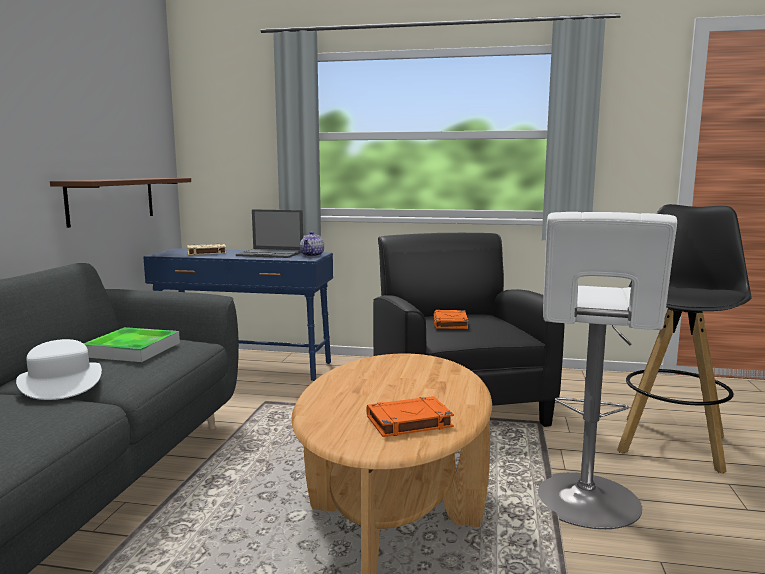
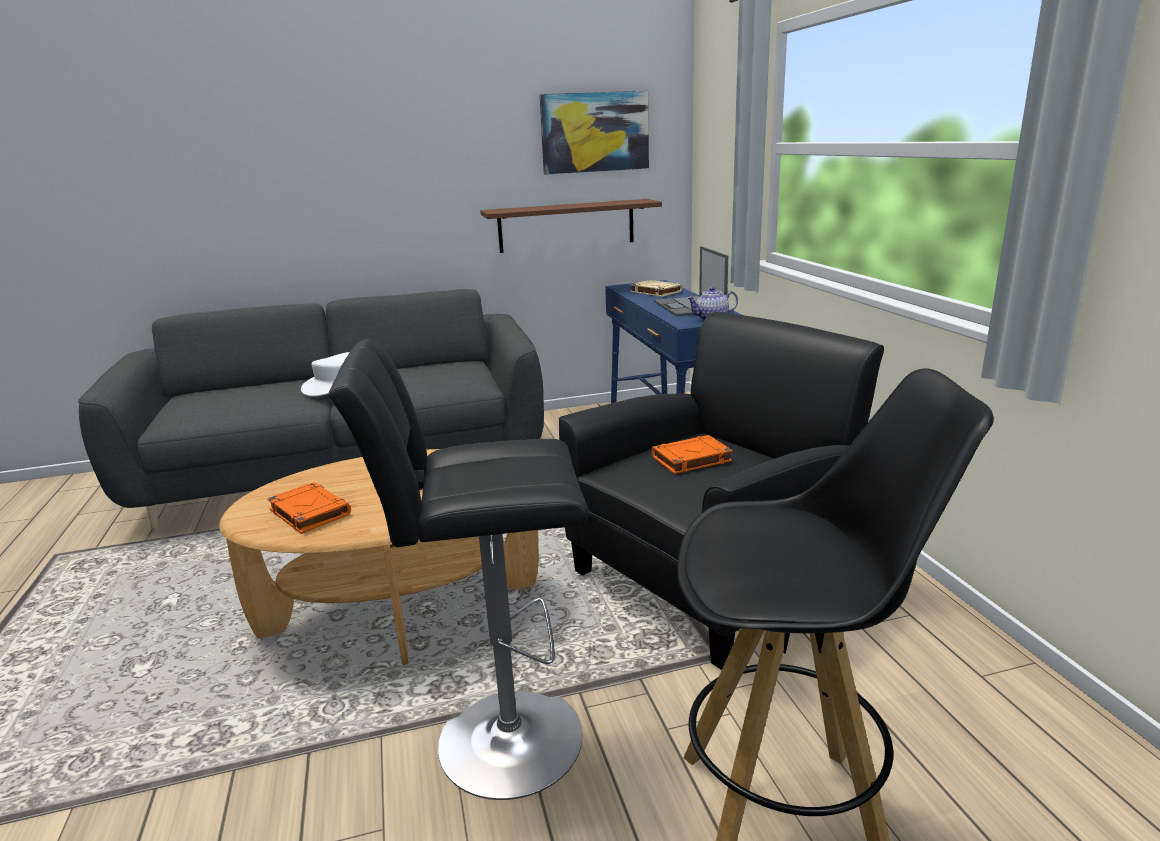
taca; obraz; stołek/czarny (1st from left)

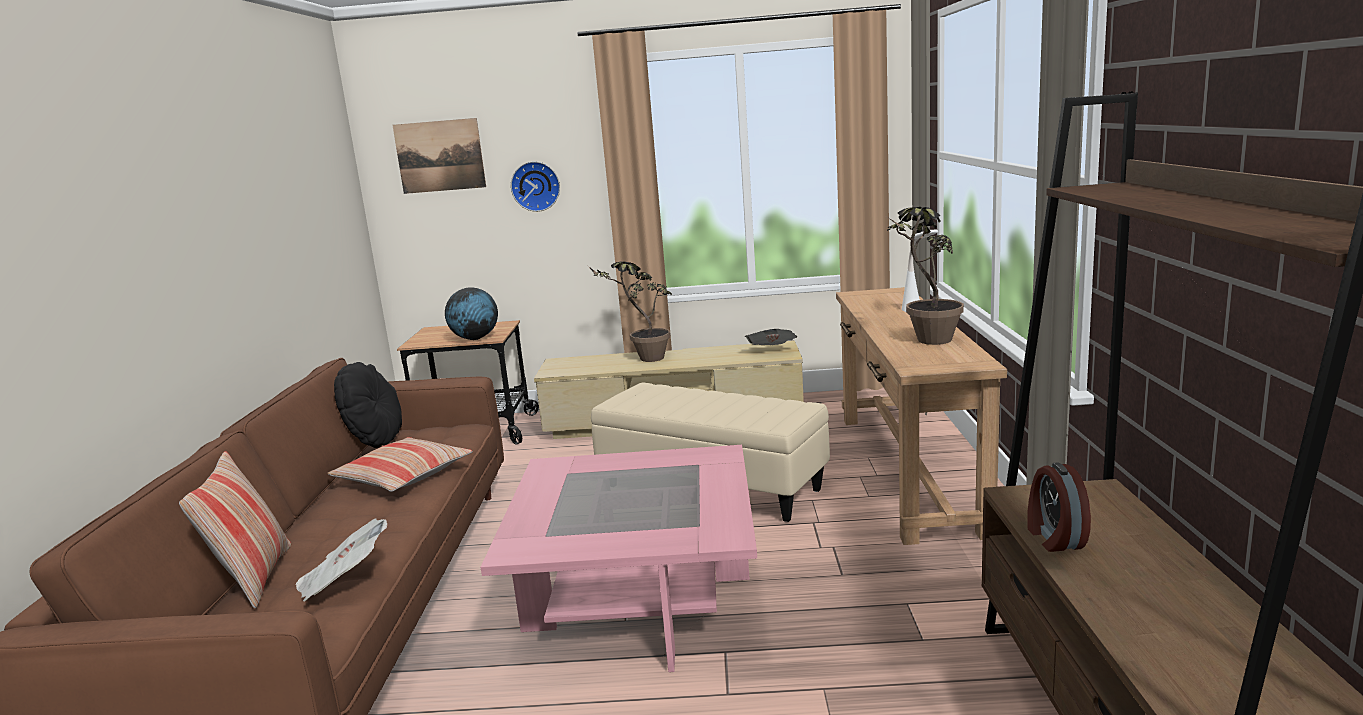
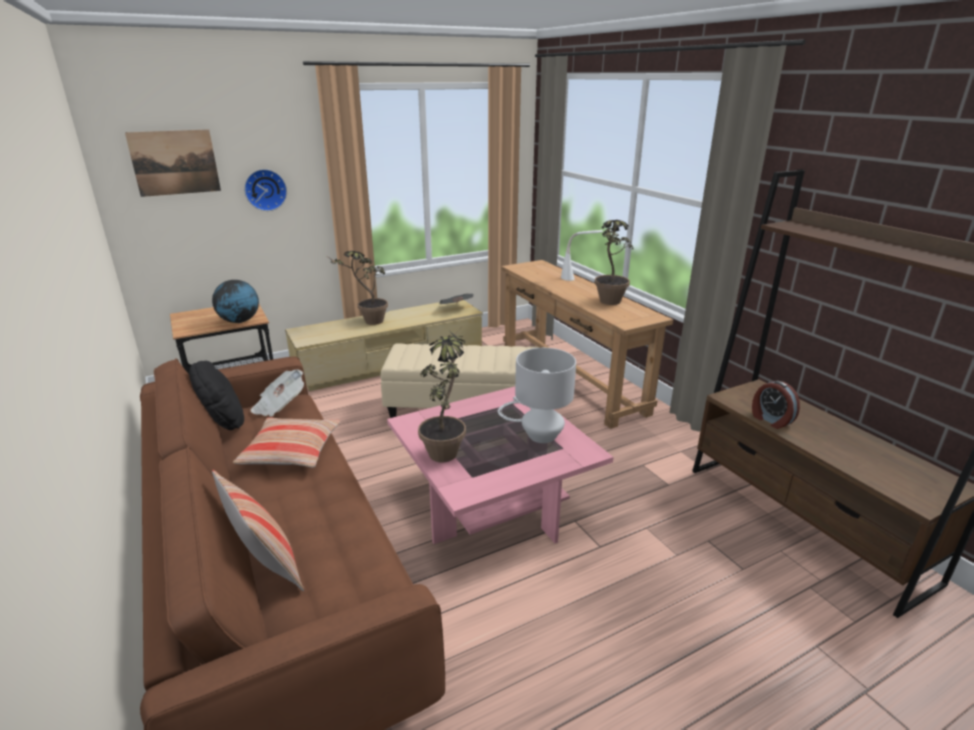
roślina doniczkowa (2nd from left); lampa stołowa/biały (1st from left); gazeta (1st from left)

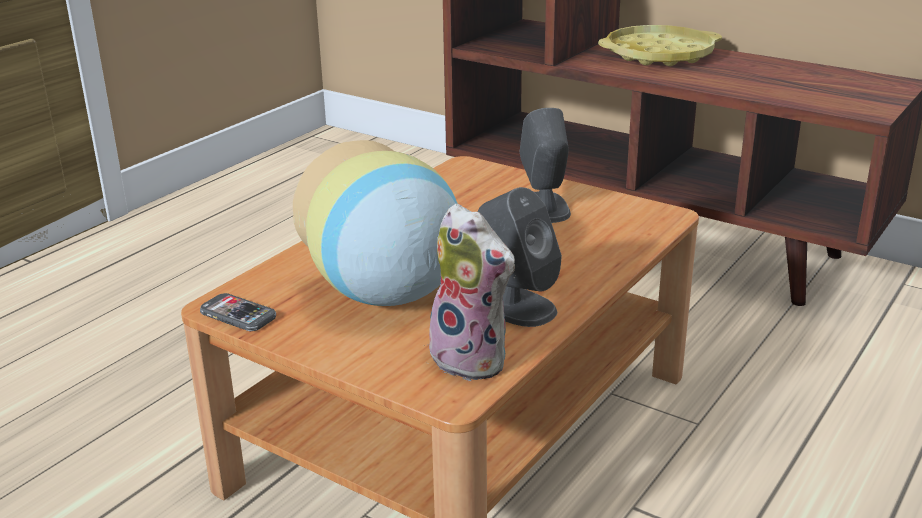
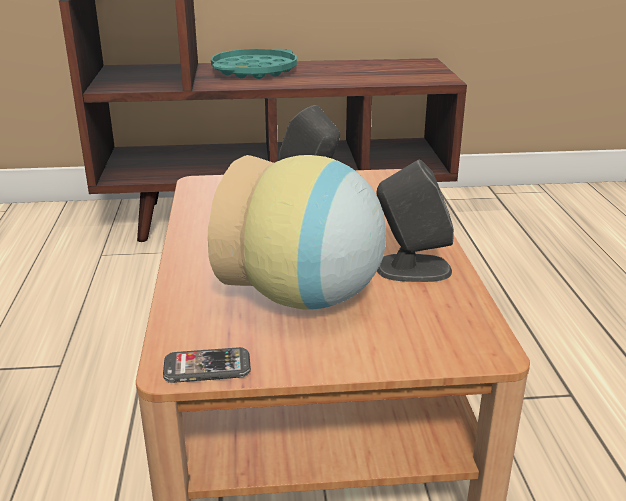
pluszak; taca/turkusowy

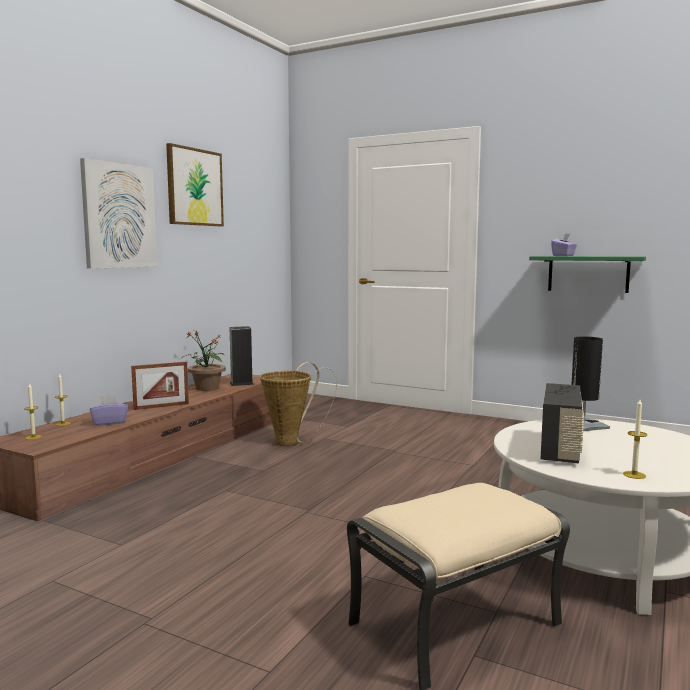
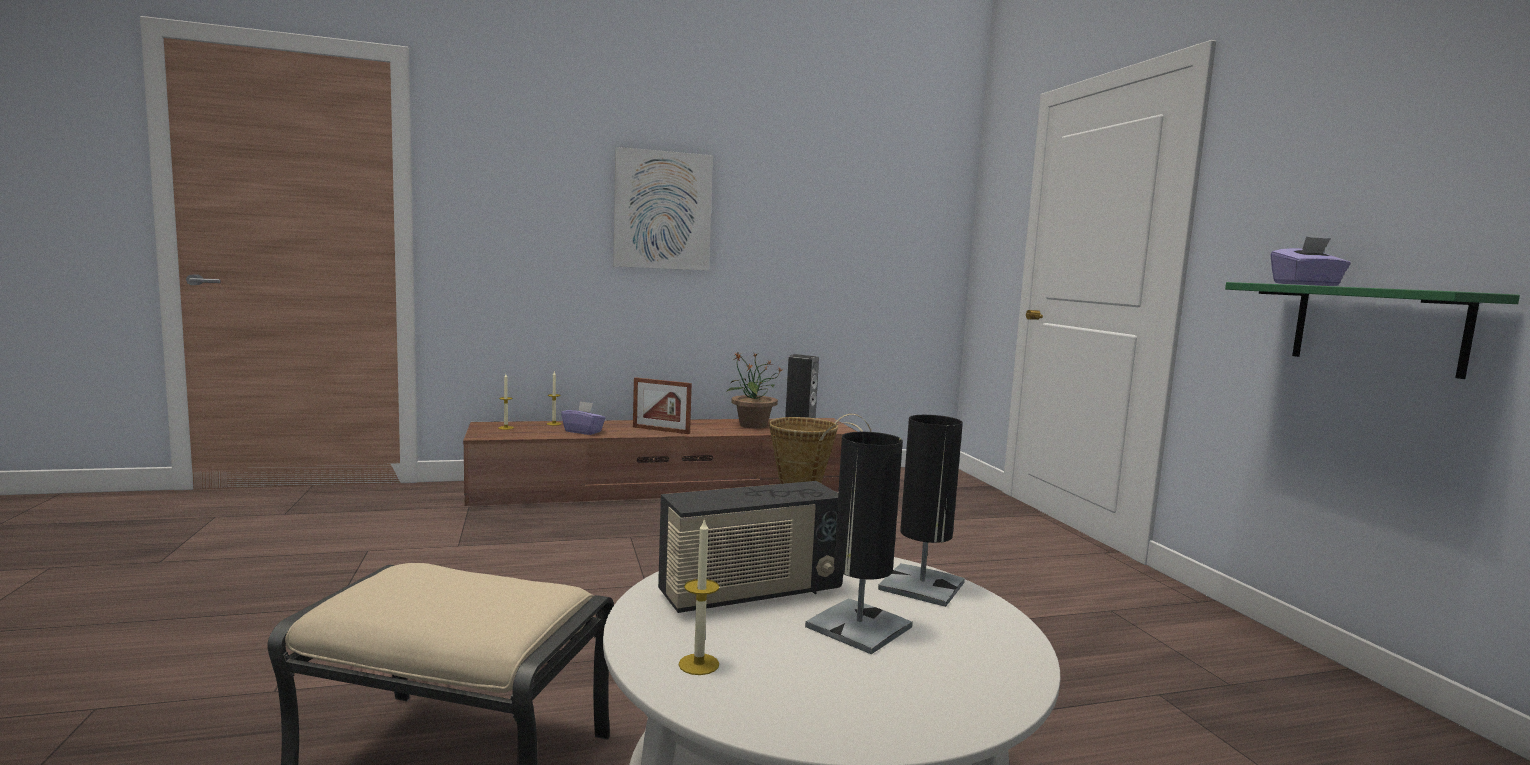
obraz (2nd from left in the first image); lampa stołowa/czarny (1st from left)

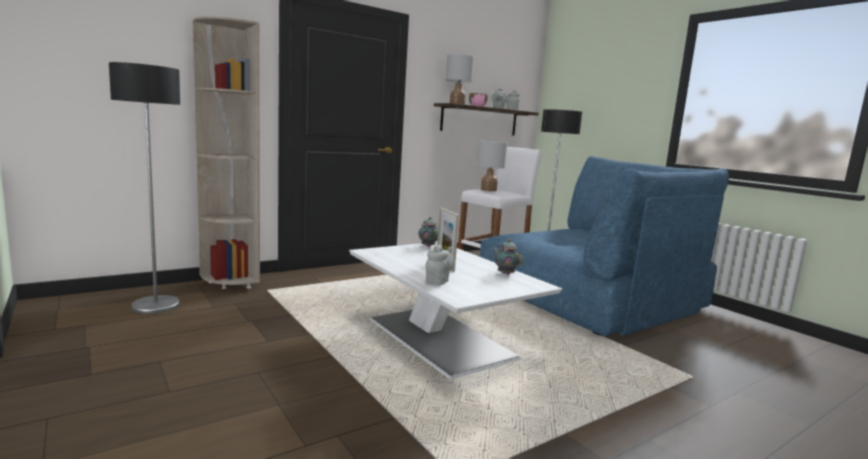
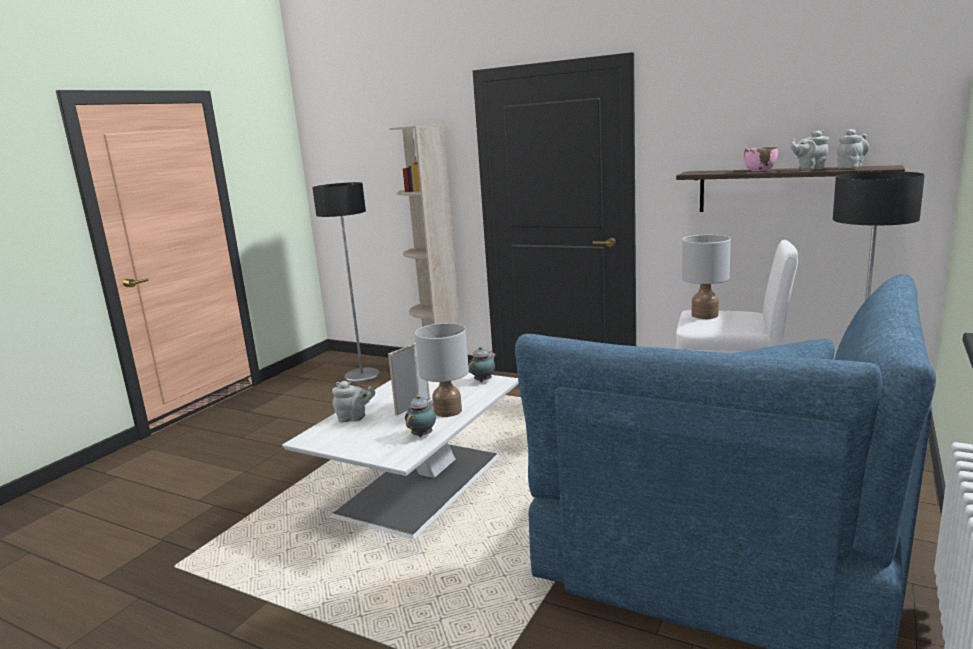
lampa stołowa/szary (1st from left)

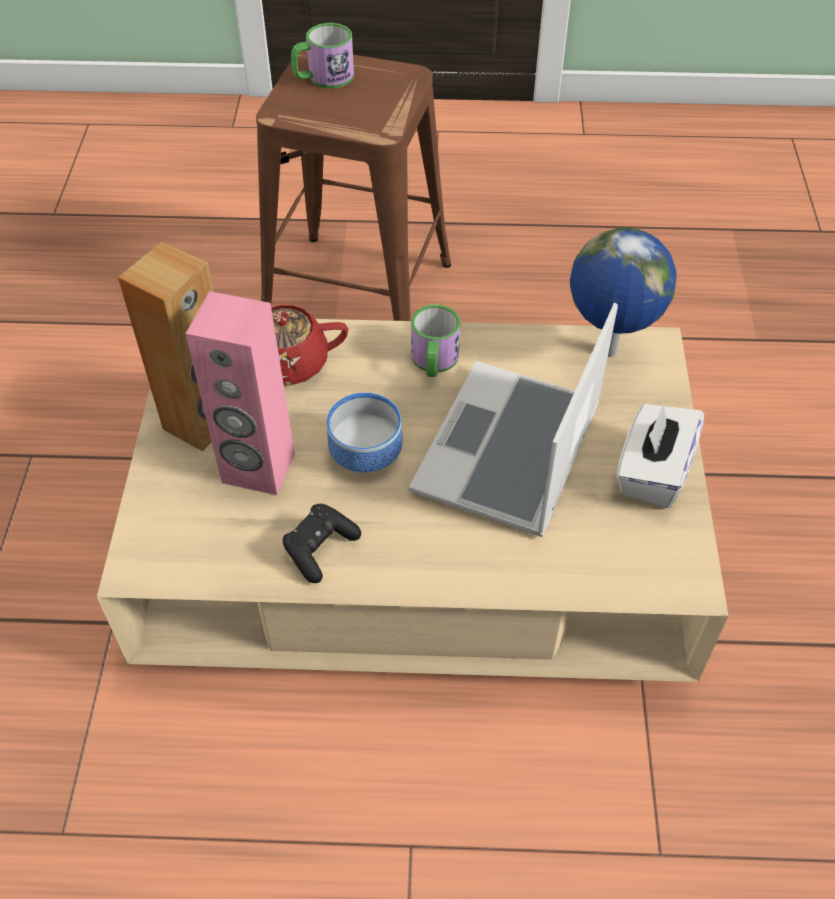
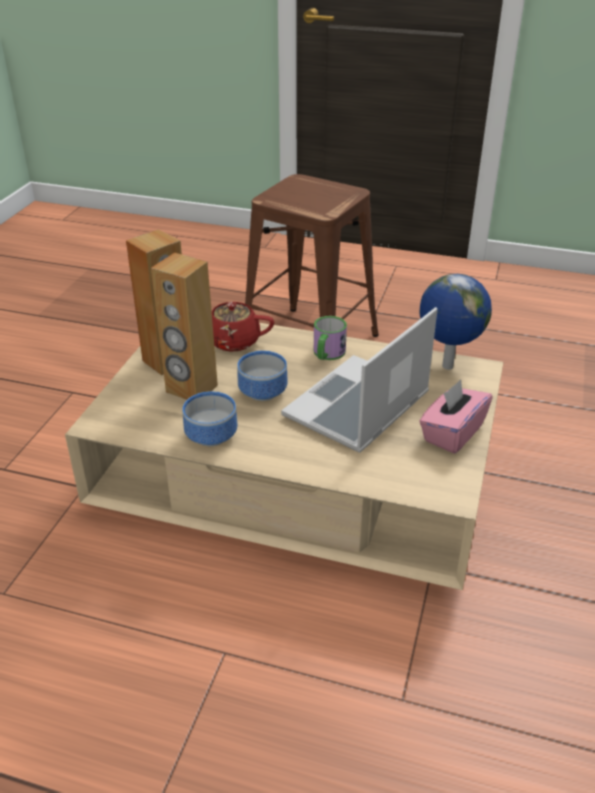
kubek (1st from left in the first image); miska (1st from left); głośnik/brązowy (2nd from left); pudełko chusteczek/różowy

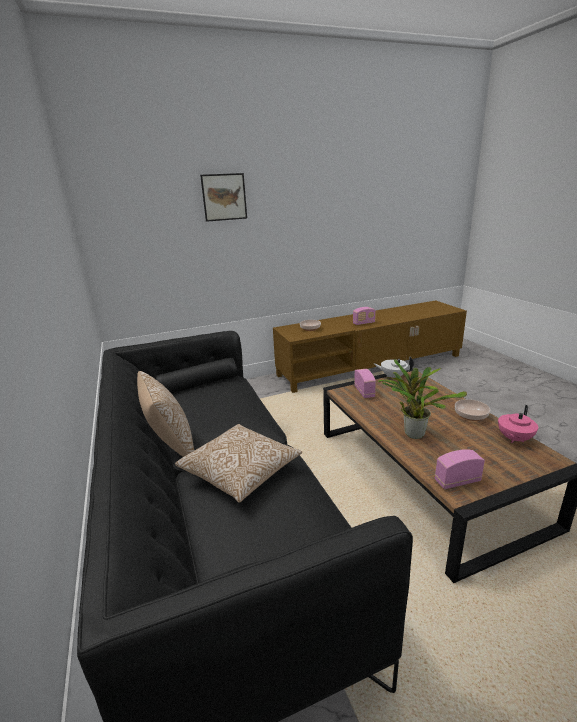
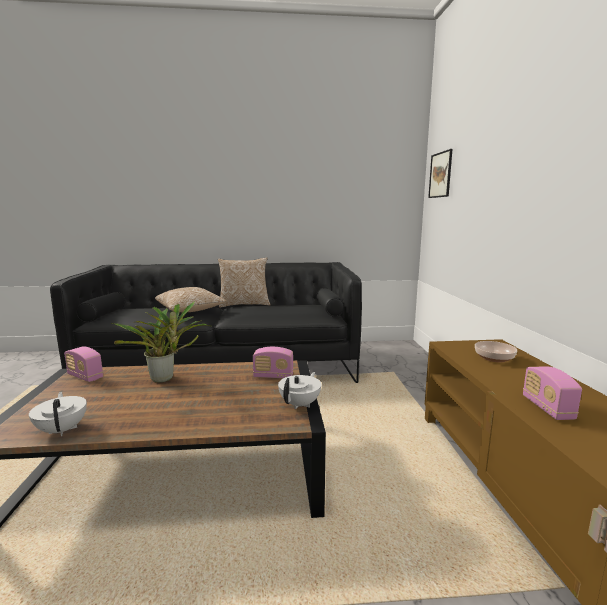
miska (2nd from left in the first image); obraz; imbryk/biały (1st from left); radio (1st from left)

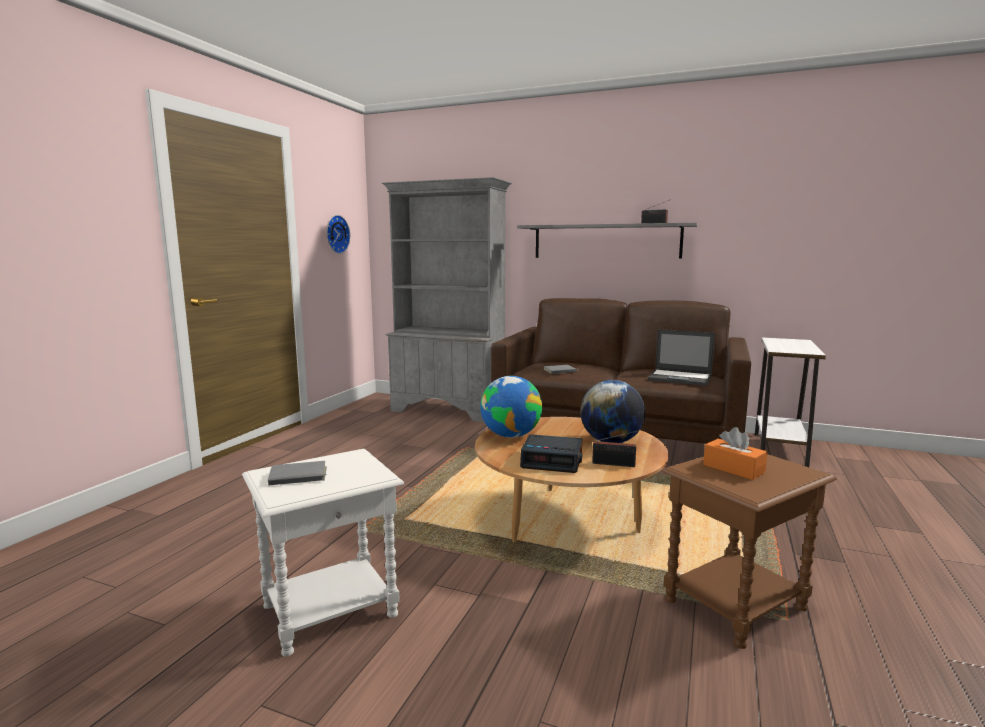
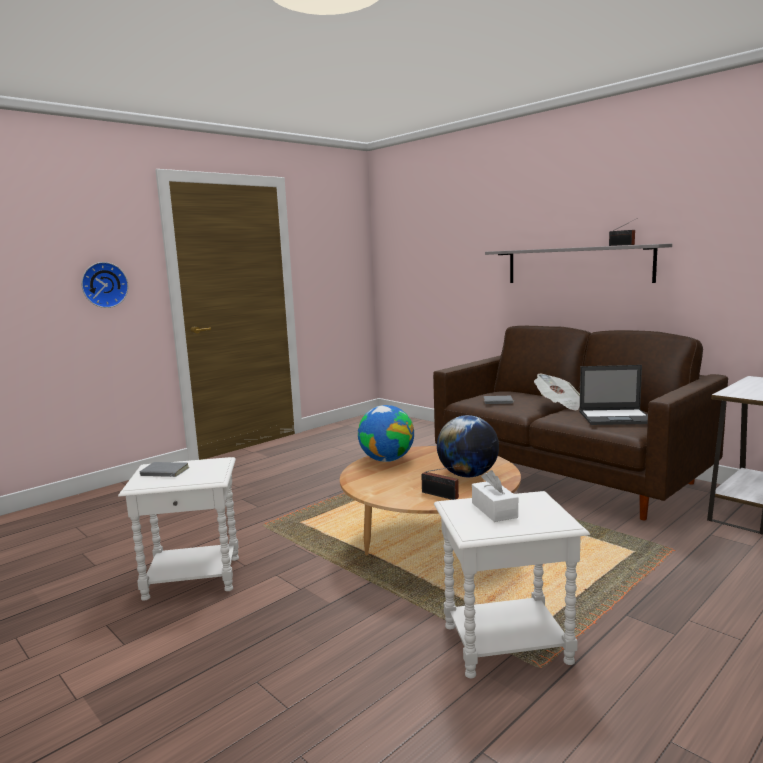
regał/szary; budzik; gazeta; zegar ścienny; stolik/biały (2nd from left); pudełko chusteczek/biały; laptop

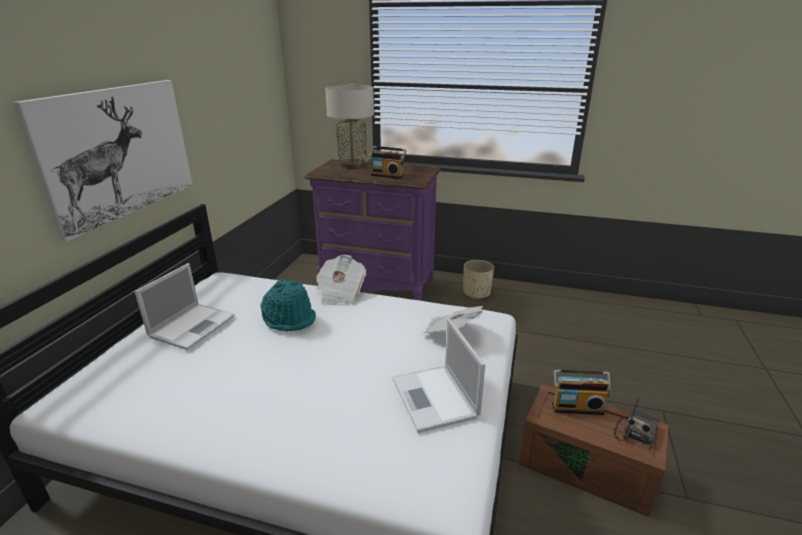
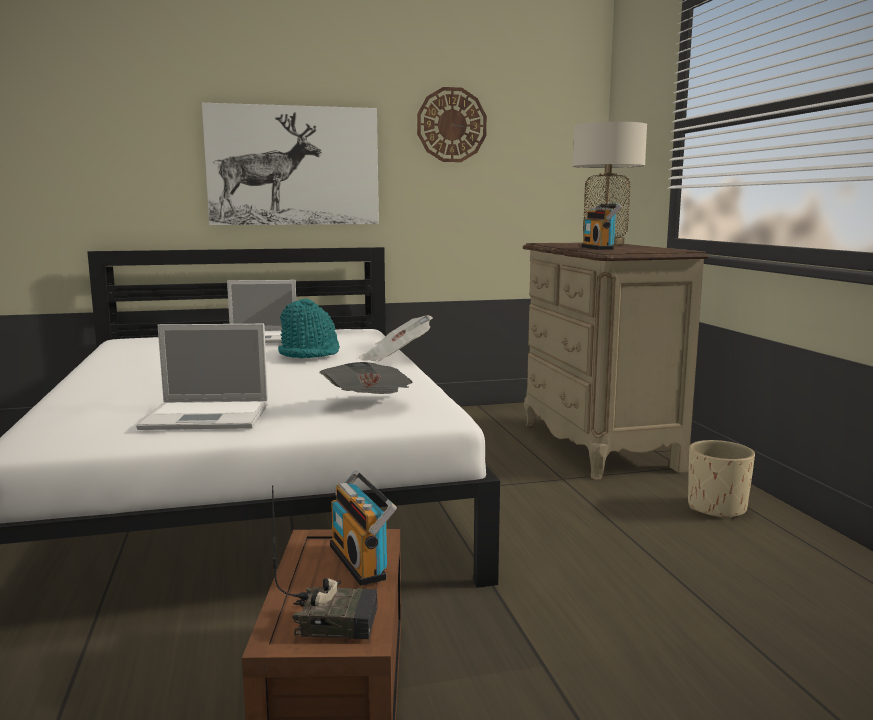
zegar ścienny; komoda/beżowy; laptop (1st from left)

